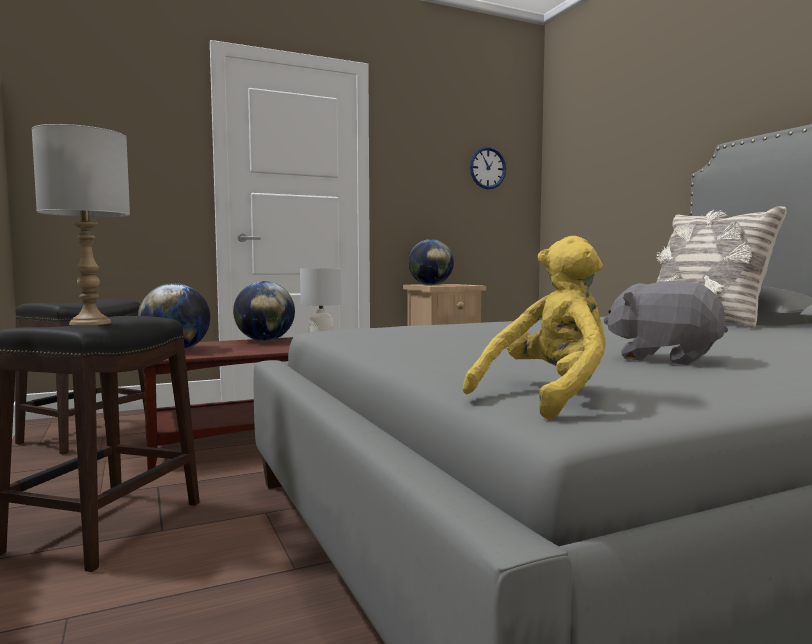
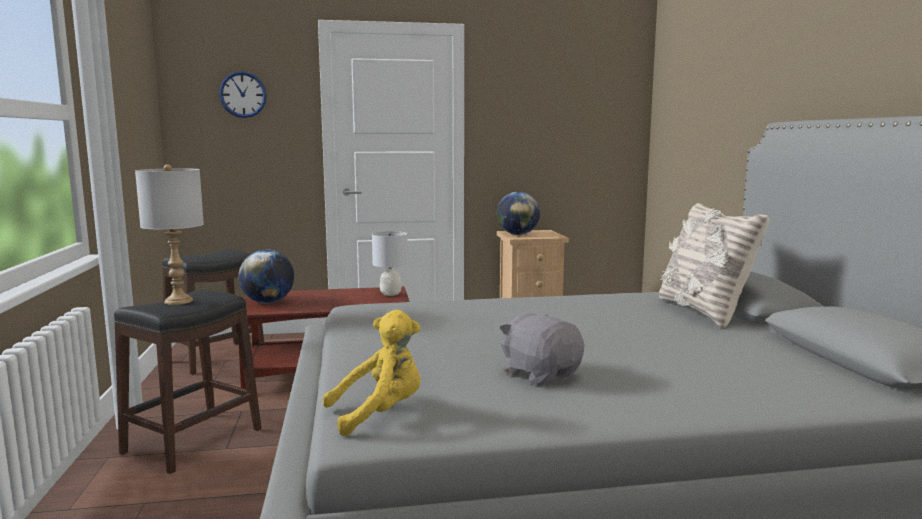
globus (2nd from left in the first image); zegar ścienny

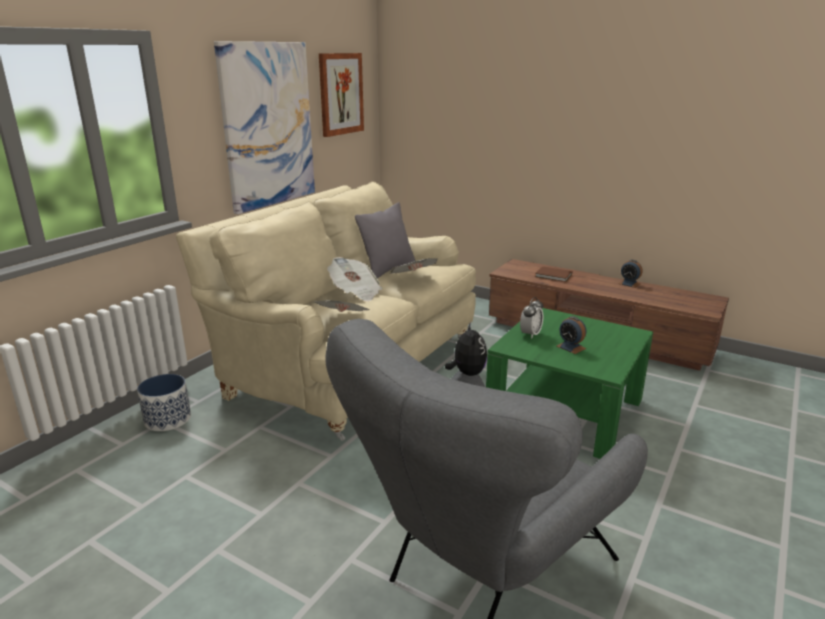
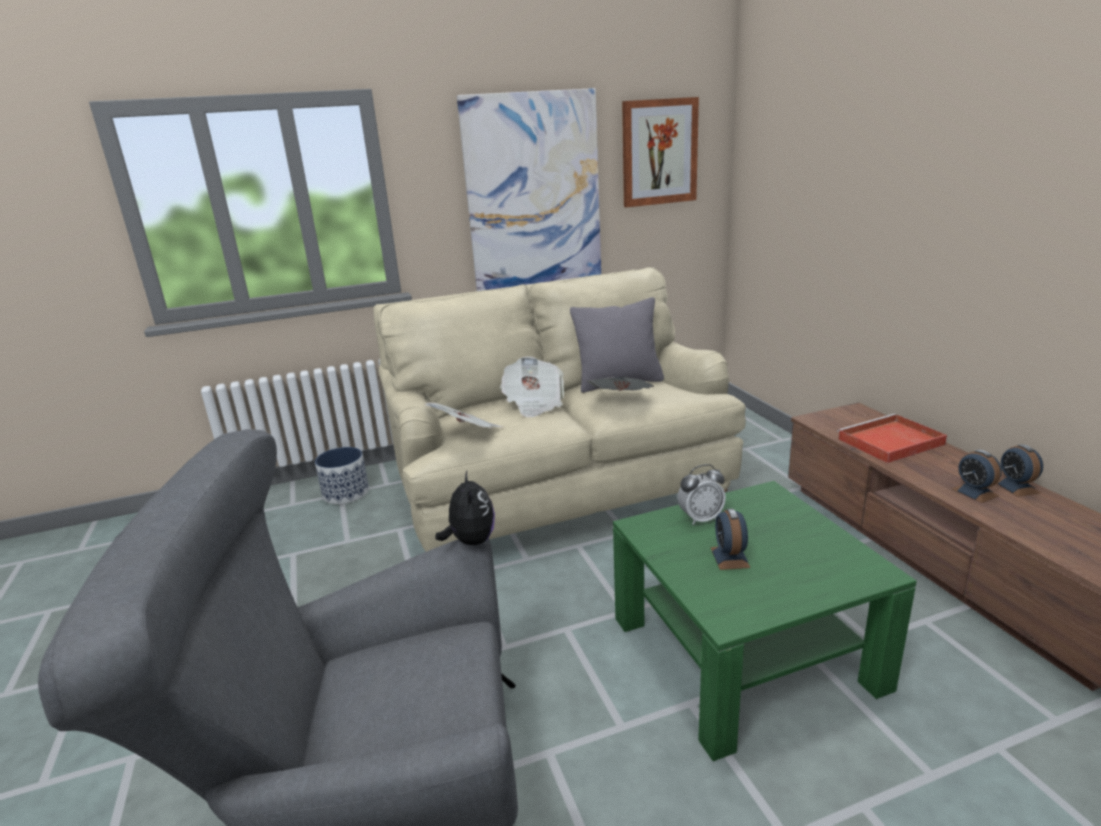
budzik (3rd from left); taca/czerwony; pluszak

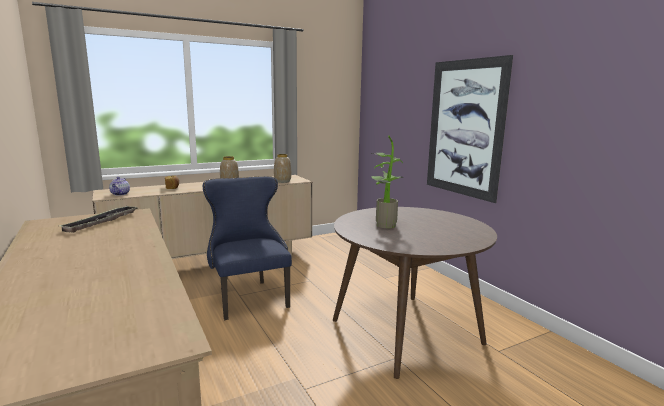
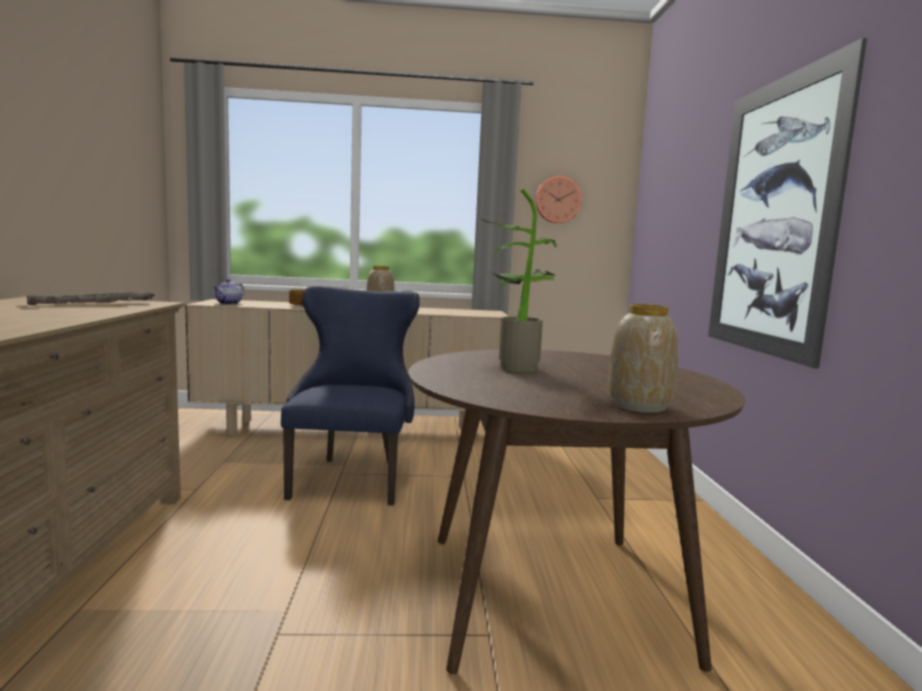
zegar ścienny; wazon (2nd from left)

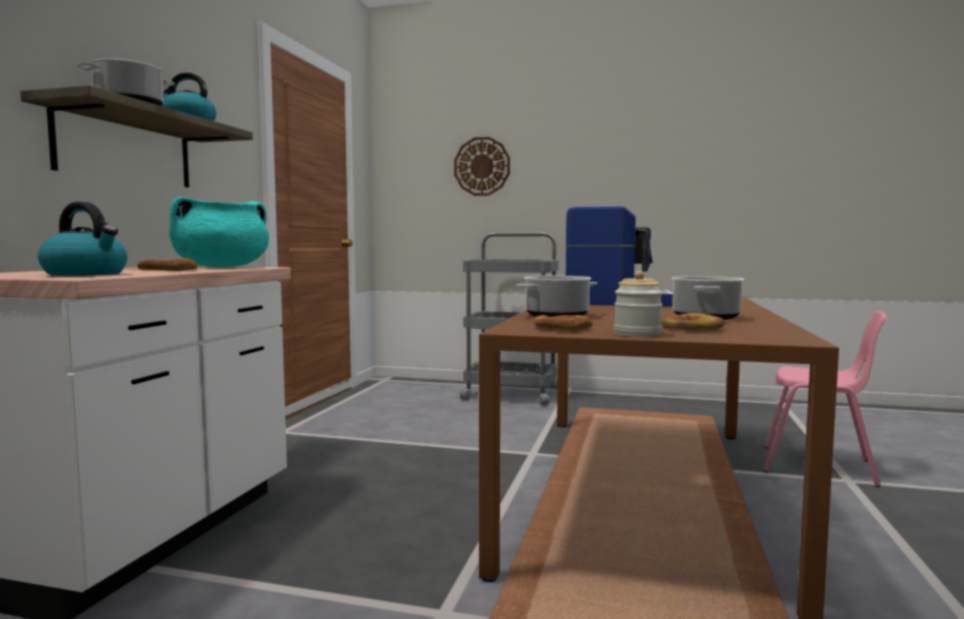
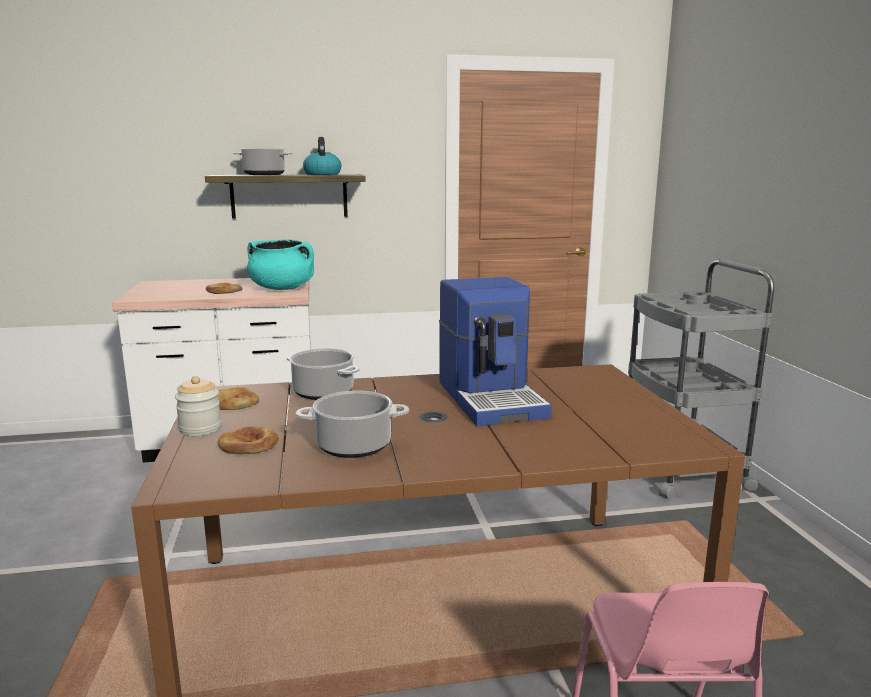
czajnik (1st from left in the first image); zegar ścienny

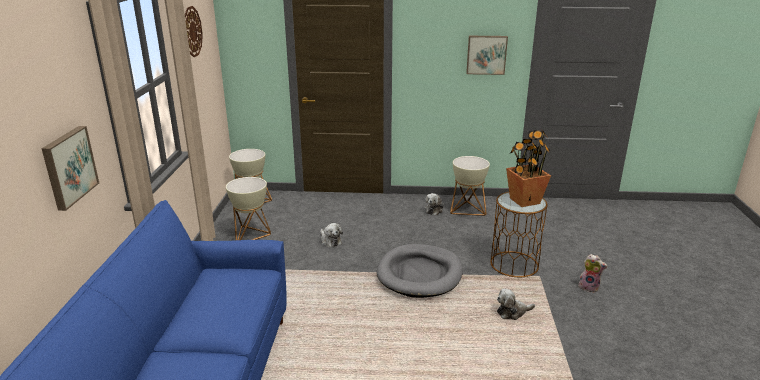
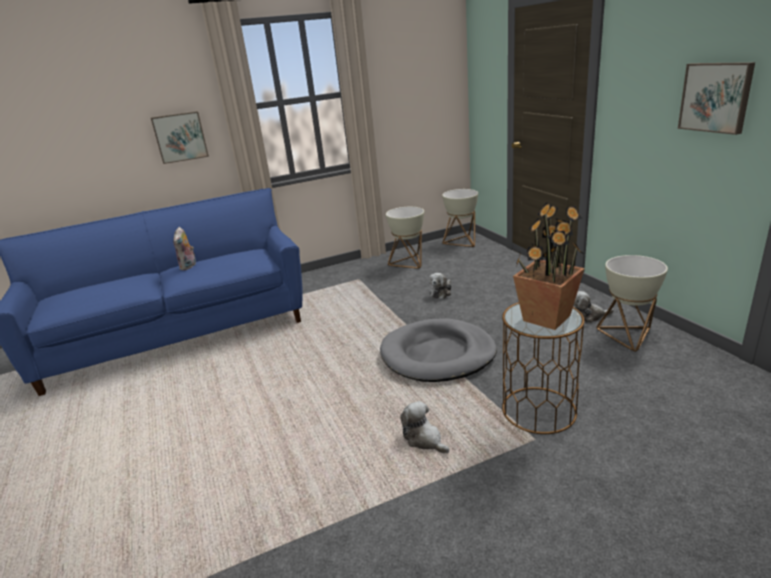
zegar ścienny; pluszak (1st from left)

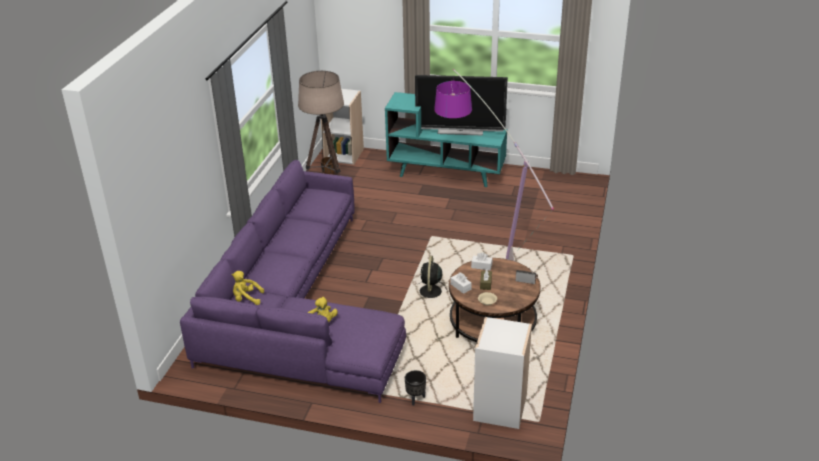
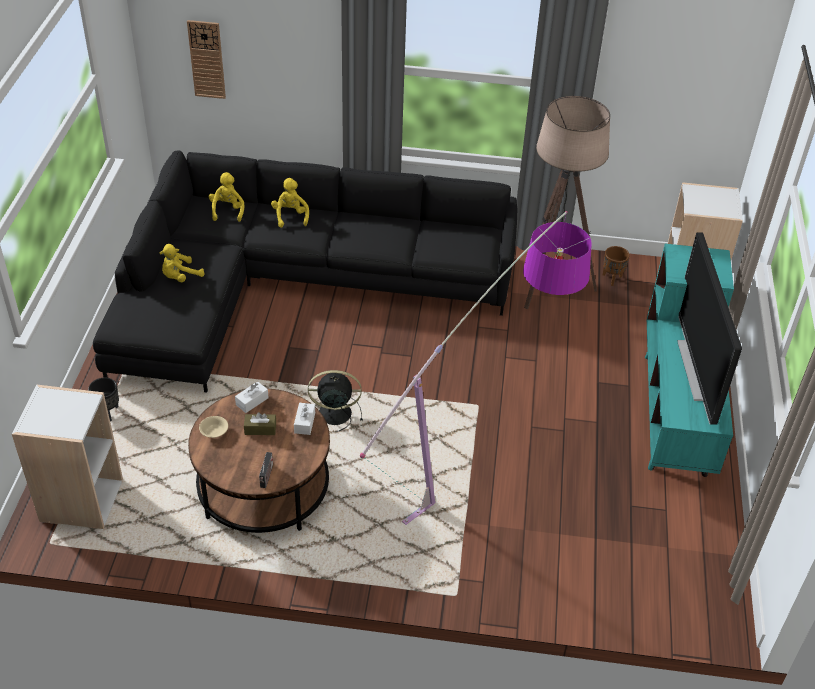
zegar ścienny; pluszak/żółty (3rd from left); kanapa/czarny

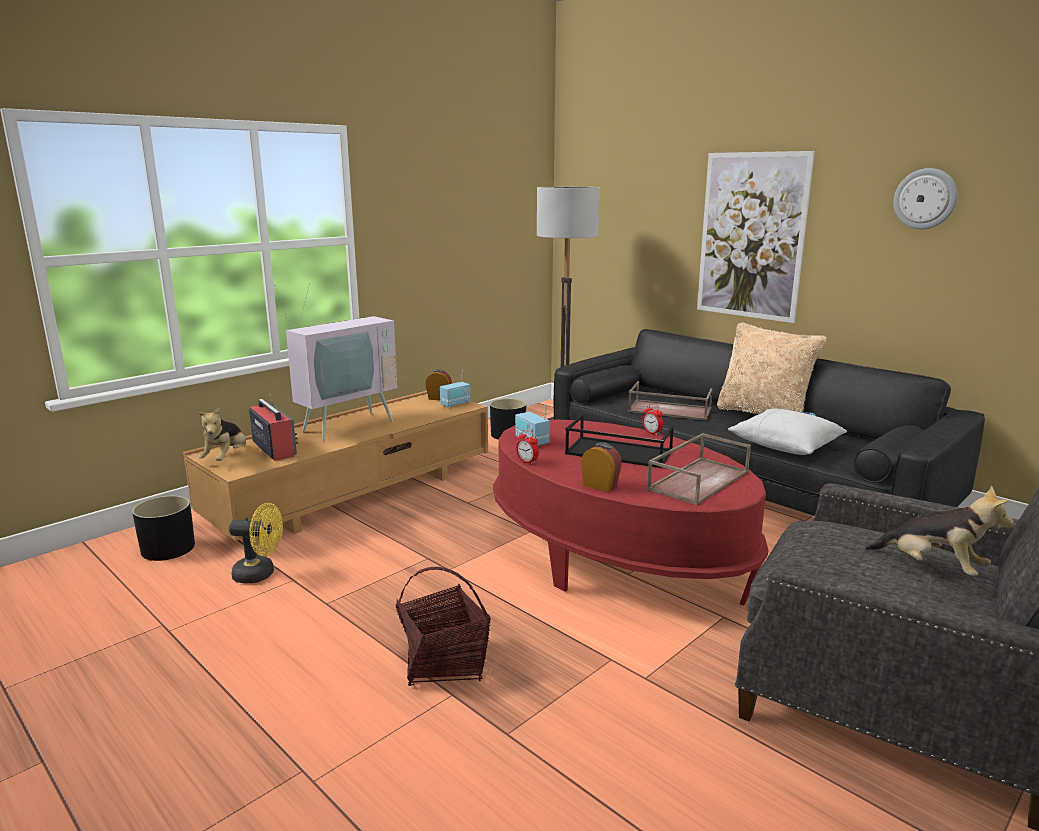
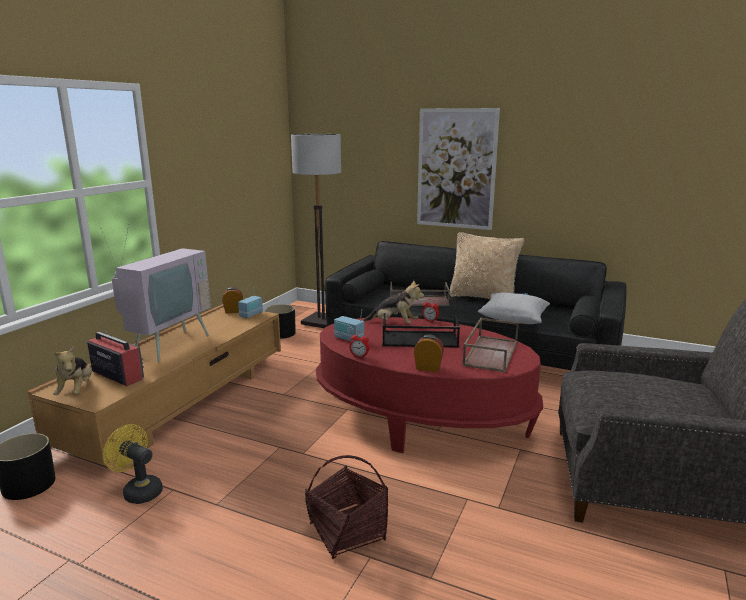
zegar ścienny; pluszak (2nd from left); wentylator/żółty

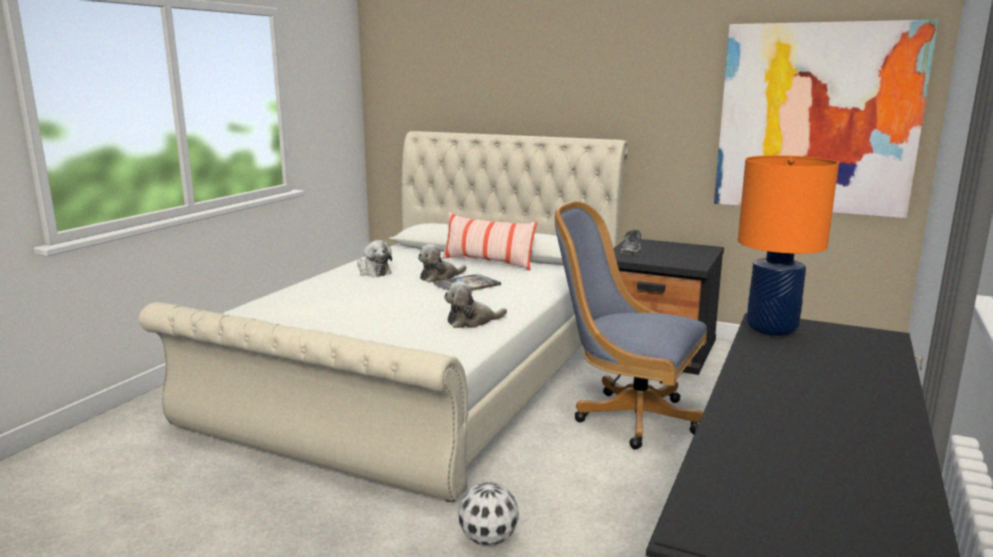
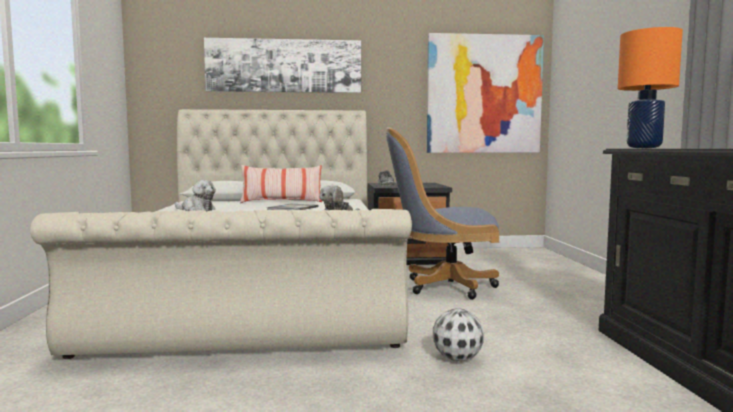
pluszak (2nd from left in the first image); obraz (1st from left)

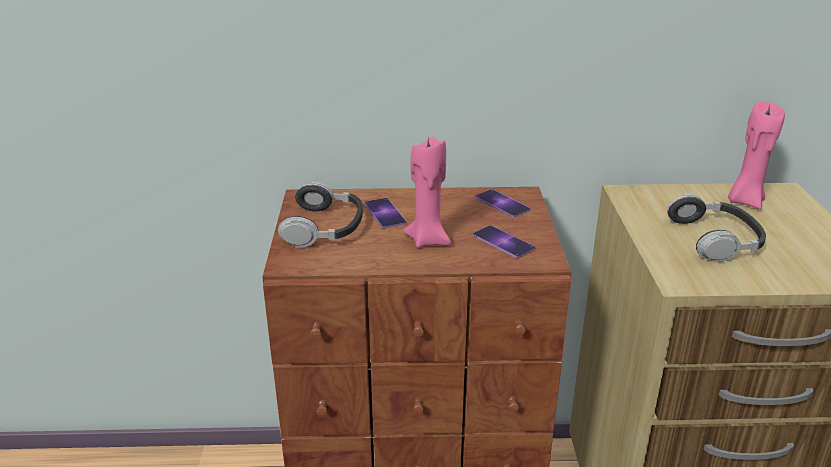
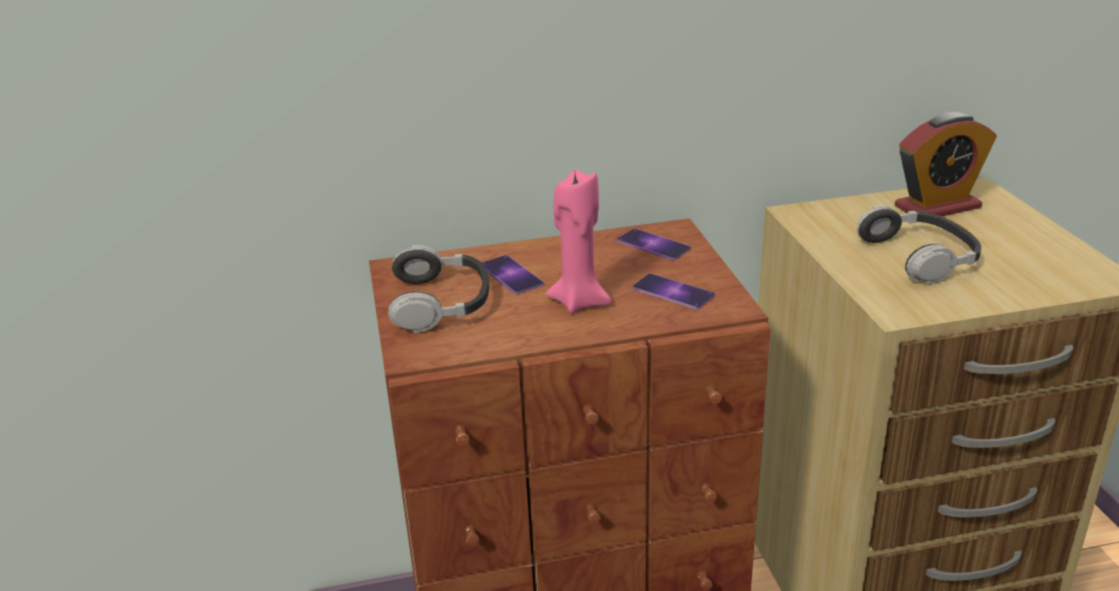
budzik

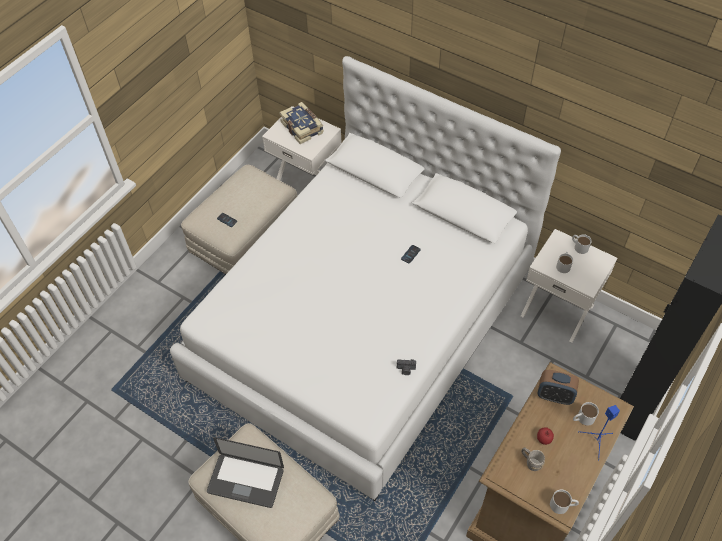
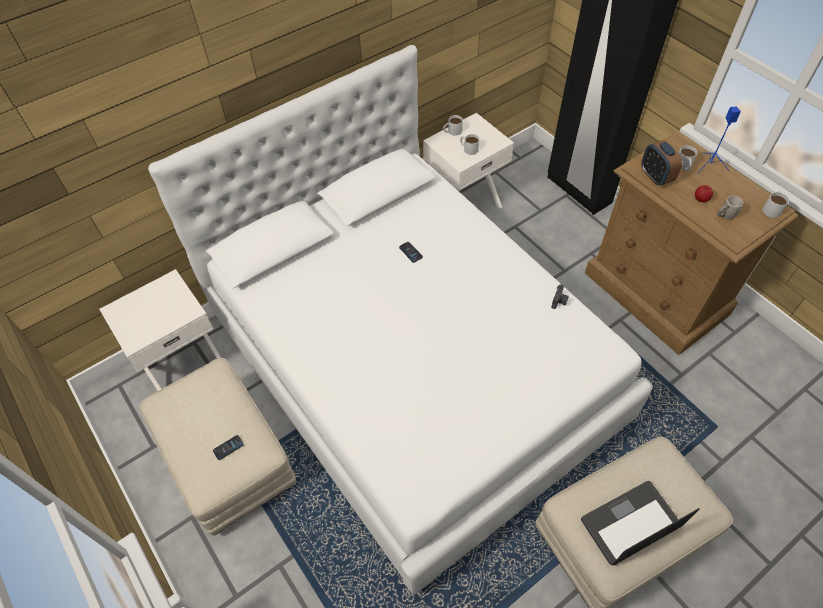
książka; laptop; budzik

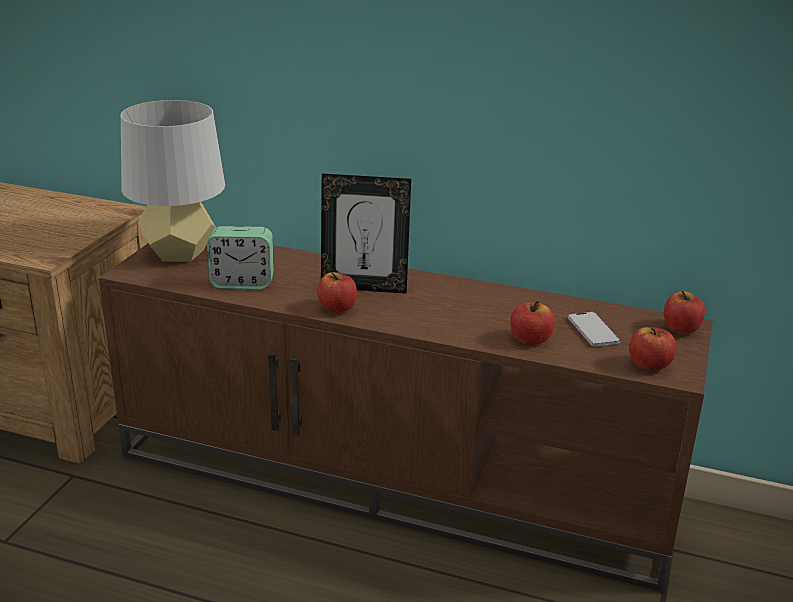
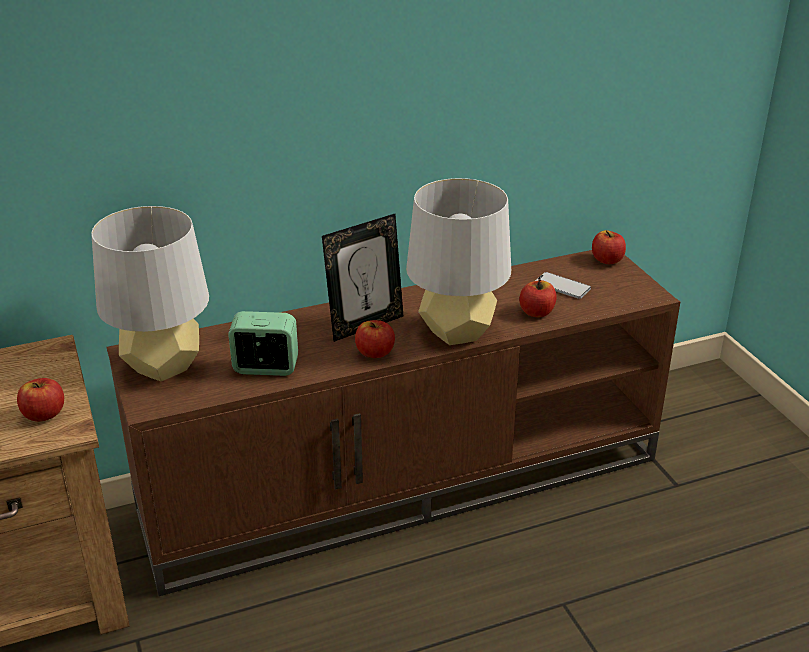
lampa stołowa/szary (2nd from left); jabłko (1st from left); budzik

